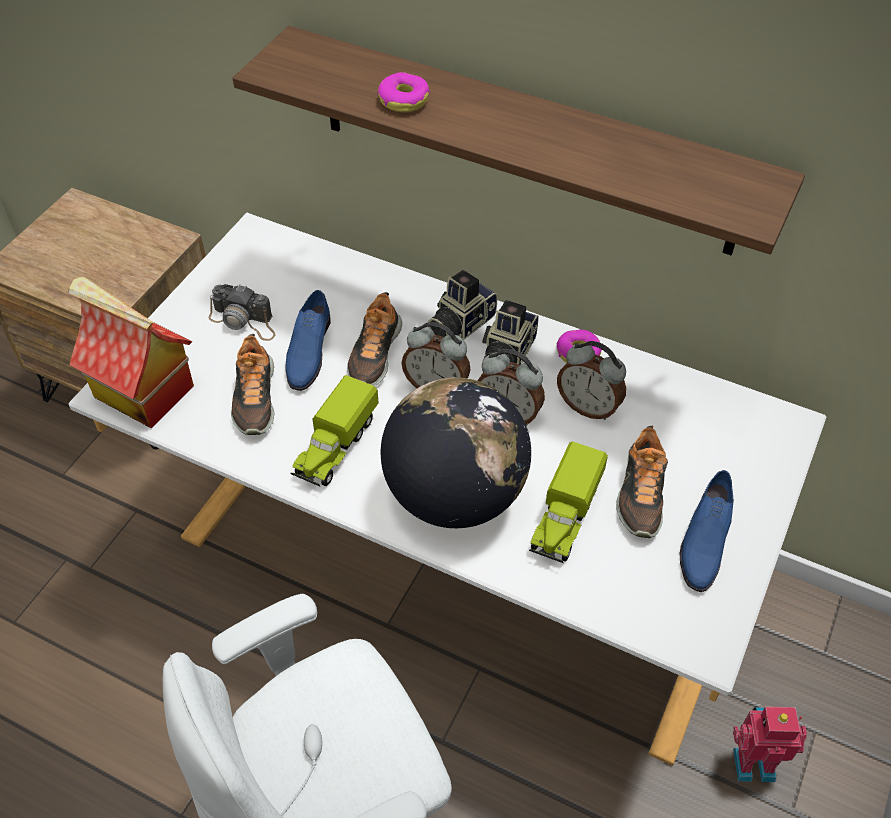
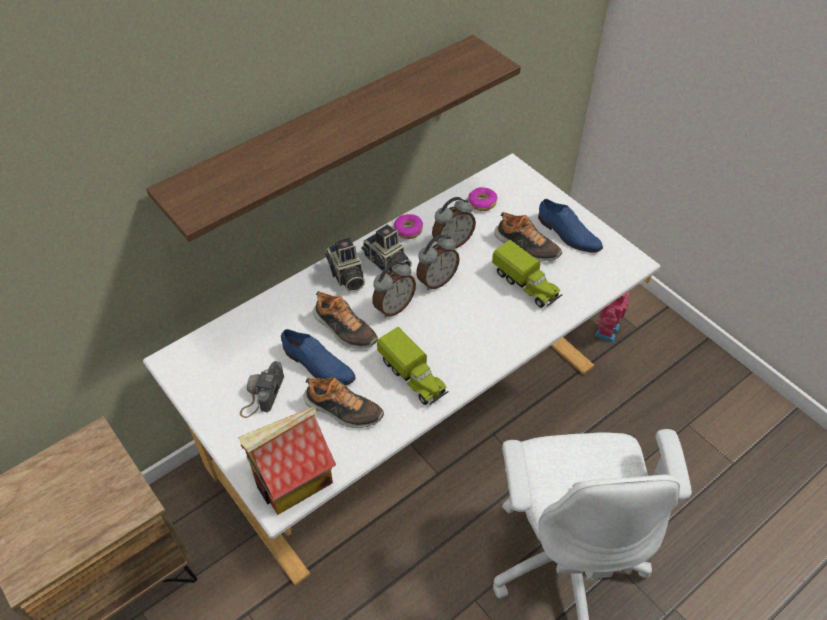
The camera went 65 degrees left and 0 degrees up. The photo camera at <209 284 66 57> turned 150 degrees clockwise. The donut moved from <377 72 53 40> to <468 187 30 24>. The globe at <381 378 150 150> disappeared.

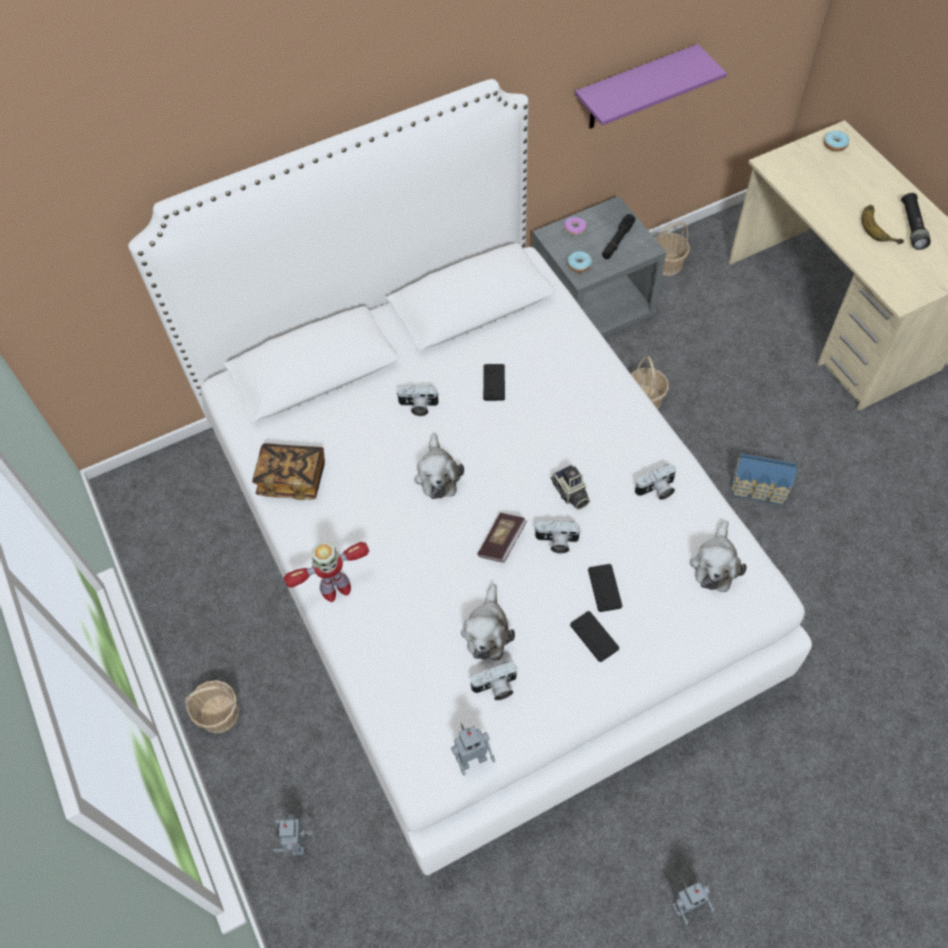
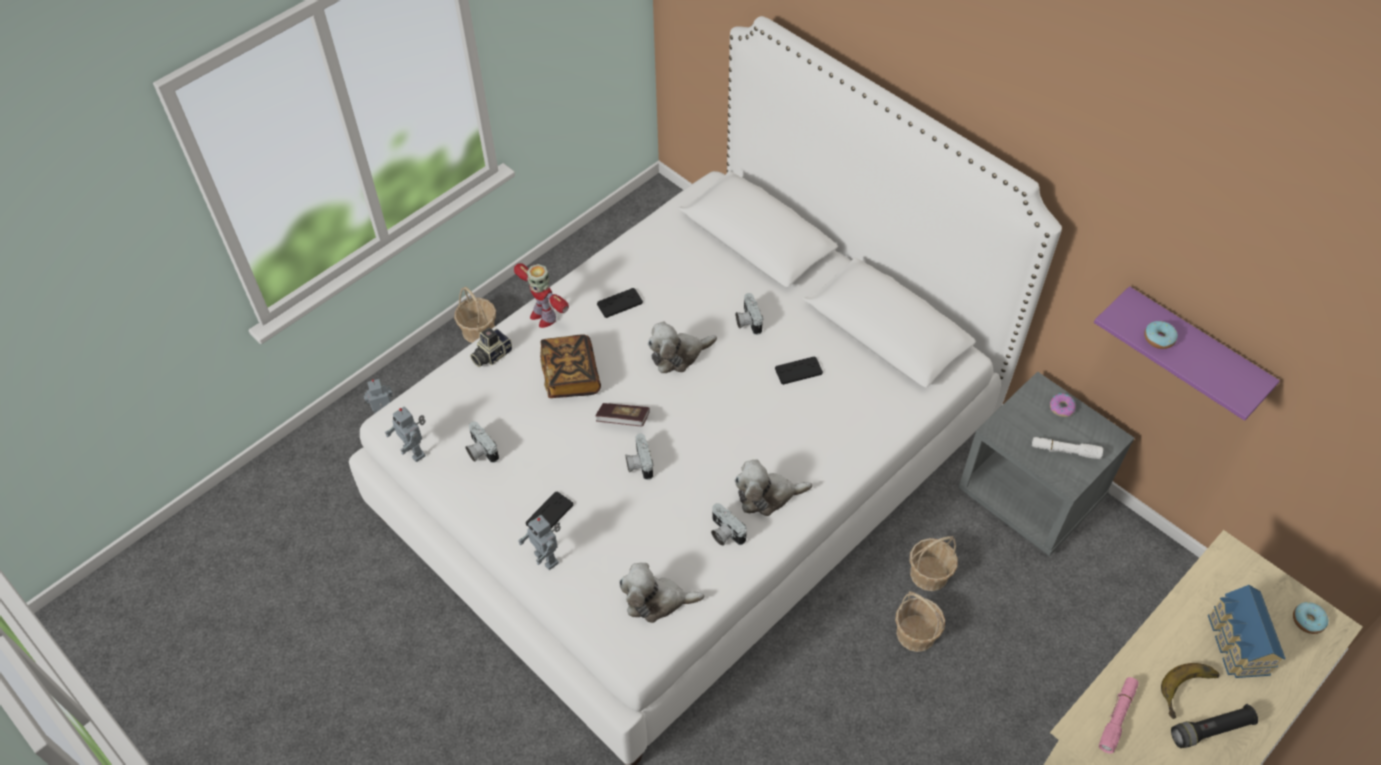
The camera went 70 degrees right and 5 degrees down. The photo camera moved from <551 465 39 45> to <470 327 42 40>. The toy robot moved from <672 876 42 49> to <518 515 43 55>. The book moved from <252 443 73 57> to <540 334 61 64>. The game controller in black moved from <588 564 34 48> to <597 288 46 30>. The plush toy moved from <461 584 54 76> to <735 459 77 57>. The basket moved from <655 222 35 54> to <895 591 50 61>. The flashlight in black at <602 214 33 45> became the flashlight in white at <1032 437 71 22>. The flashlight in pink at <1099 677 40 77> appeared. The donut moved from <567 251 25 22> to <1144 321 34 28>. The toy house moved from <731 453 66 52> to <1208 585 78 93>.

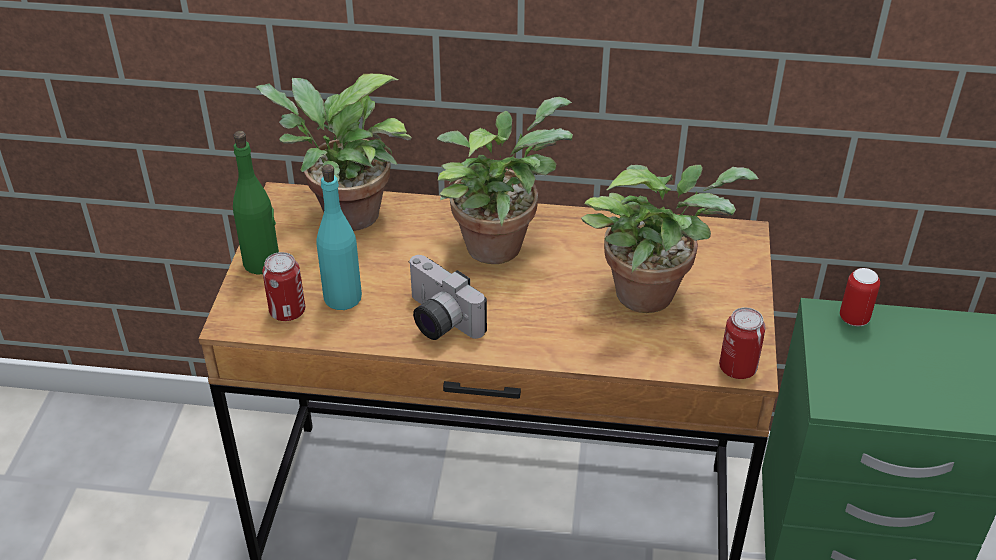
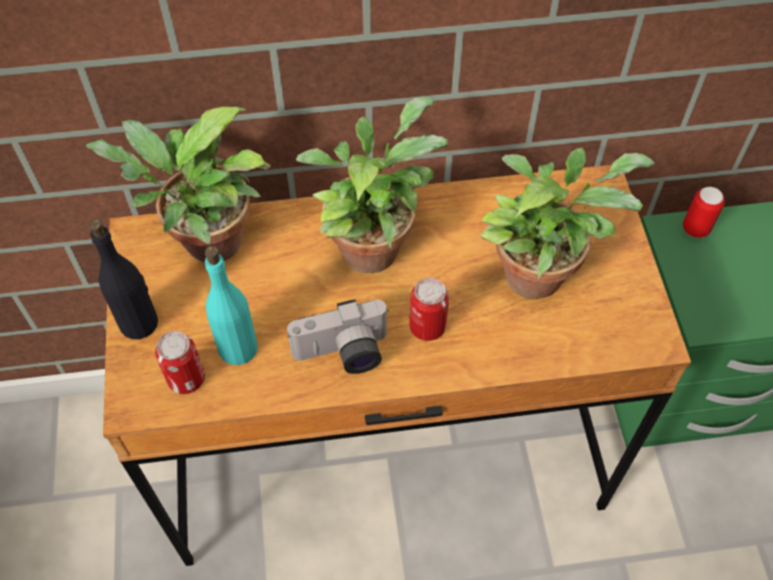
The camera went 15 degrees left and 15 degrees up. The bottle in green at <233 131 46 144> became the bottle in black at <88 219 70 120>. The photo camera at <408 255 79 85> turned 45 degrees counterclockwise. The can moved from <719 307 47 72> to <409 278 40 63>.

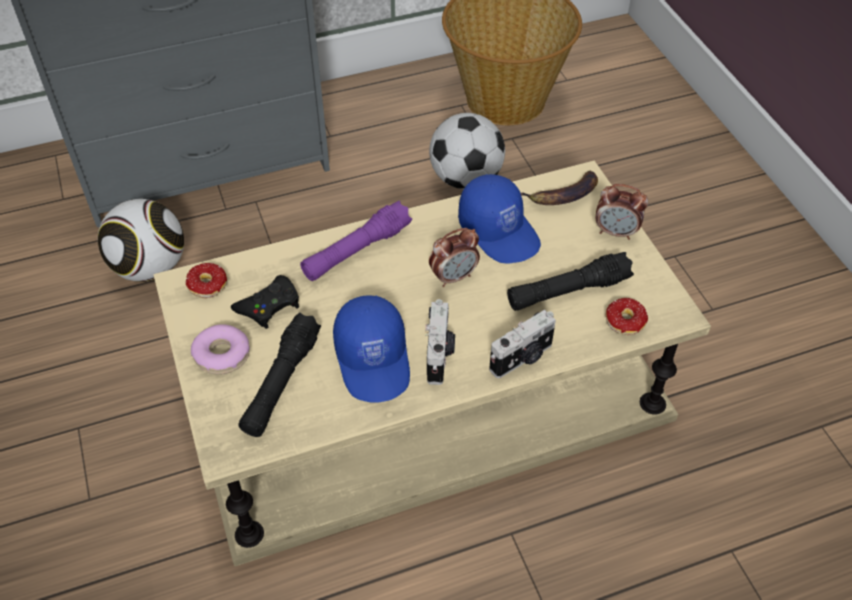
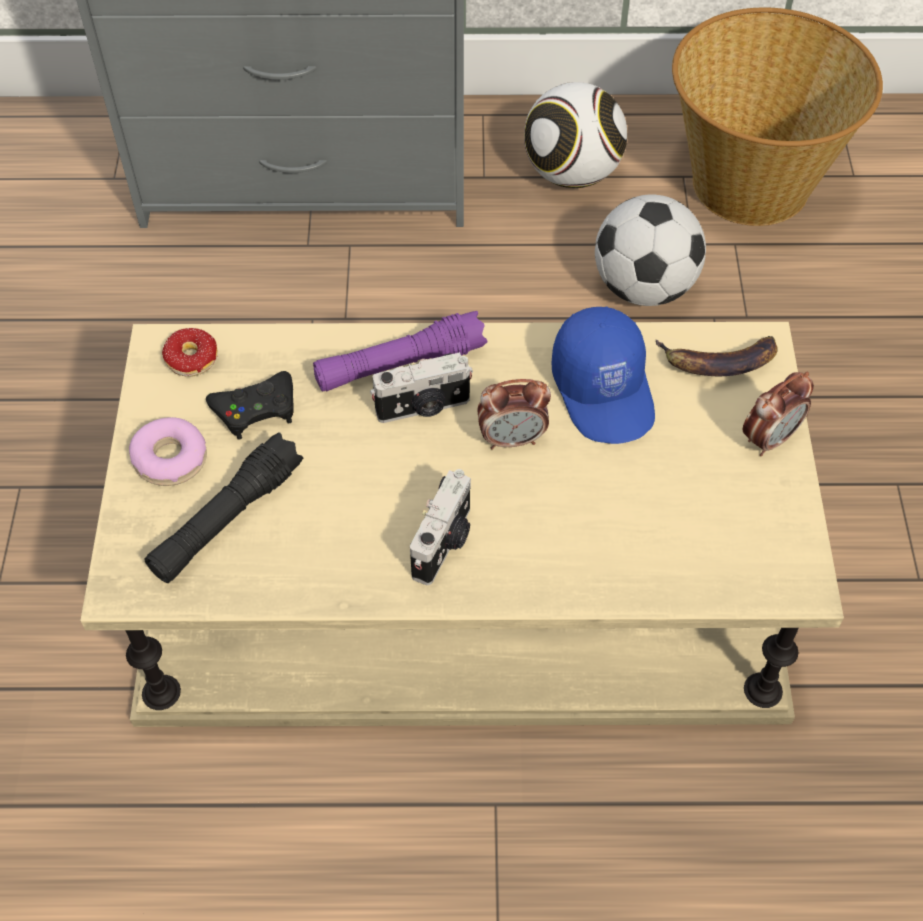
The camera went 20 degrees right and 5 degrees up. The photo camera moved from <489 310 67 68> to <370 352 103 71>. The football moved from <98 199 86 83> to <524 82 103 106>. The alarm clock at <596 184 52 56> turned 75 degrees counterclockwise. The cap in blue at <333 295 77 108> disappeared. The flashlight in black at <507 252 127 59> disappeared. The donut at <606 298 64 37> disappeared.

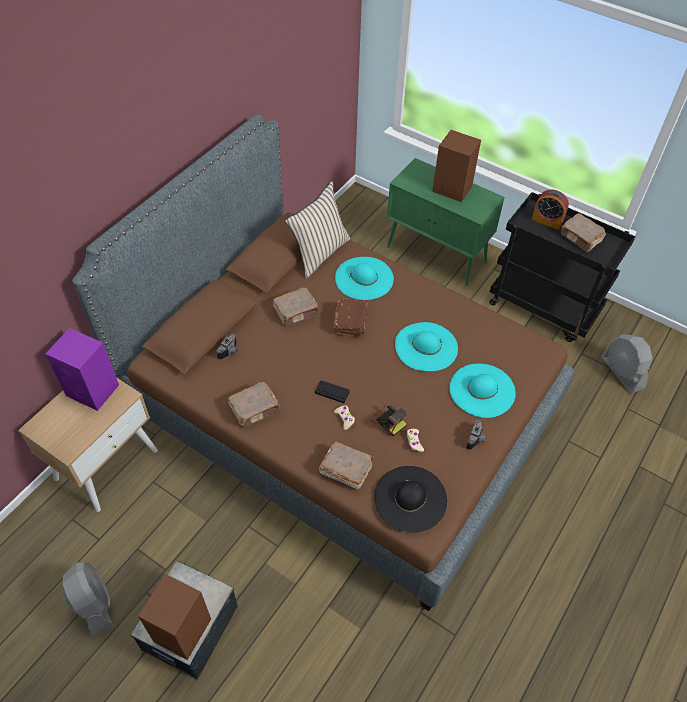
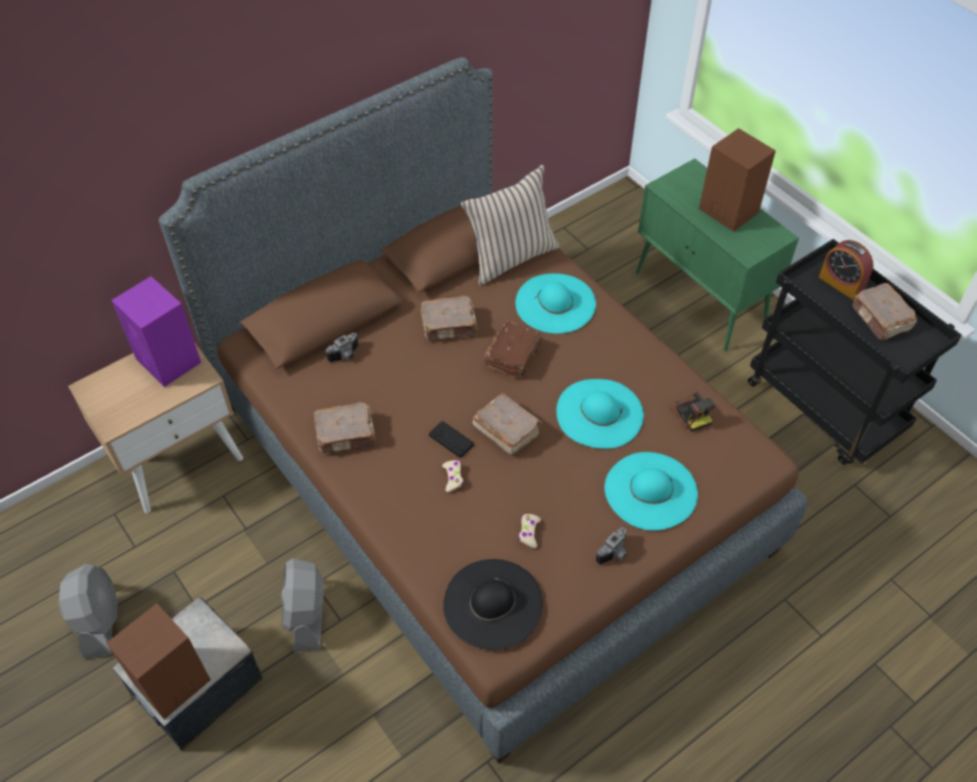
The camera went 20 degrees right and 0 degrees up. The fan in grey moved from <602 334 51 60> to <281 558 43 94>. The book in brown moved from <319 441 55 48> to <473 393 69 61>. The photo camera moved from <371 404 36 33> to <669 391 46 41>.

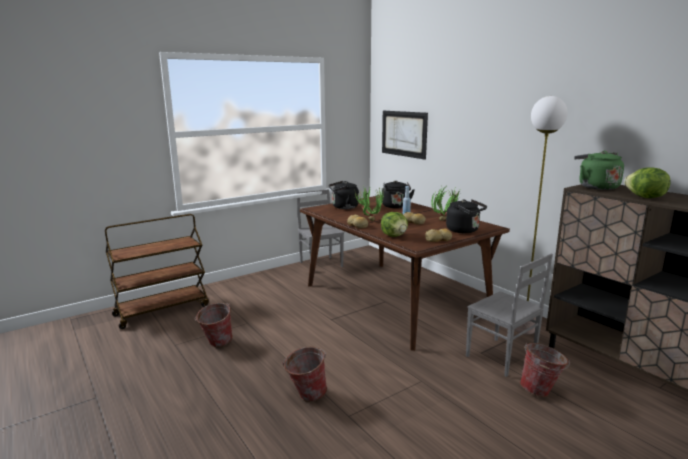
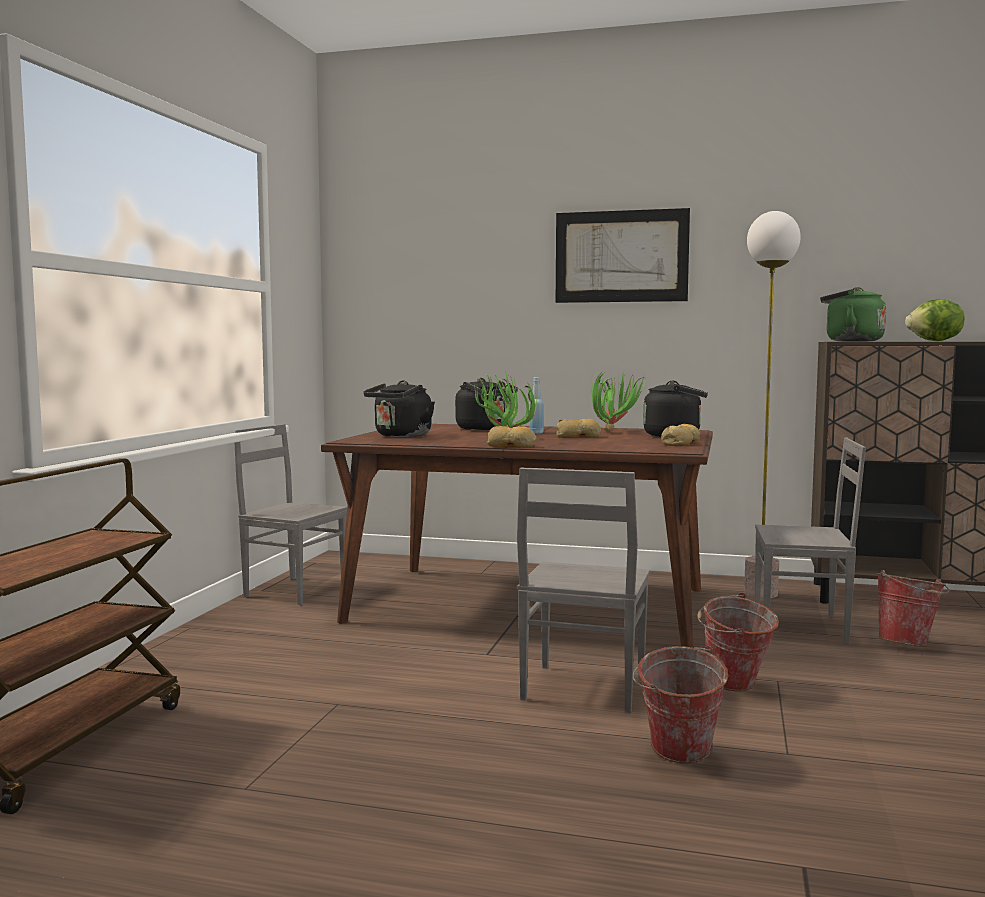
The camera went 40 degrees left and 10 degrees down. The chair in grey at <517 467 133 246> appeared. The picture moved from <382 111 46 49> to <556 208 134 95>. The bucket moved from <195 303 38 44> to <697 592 82 99>. The lettuce at <381 212 27 25> disappeared.

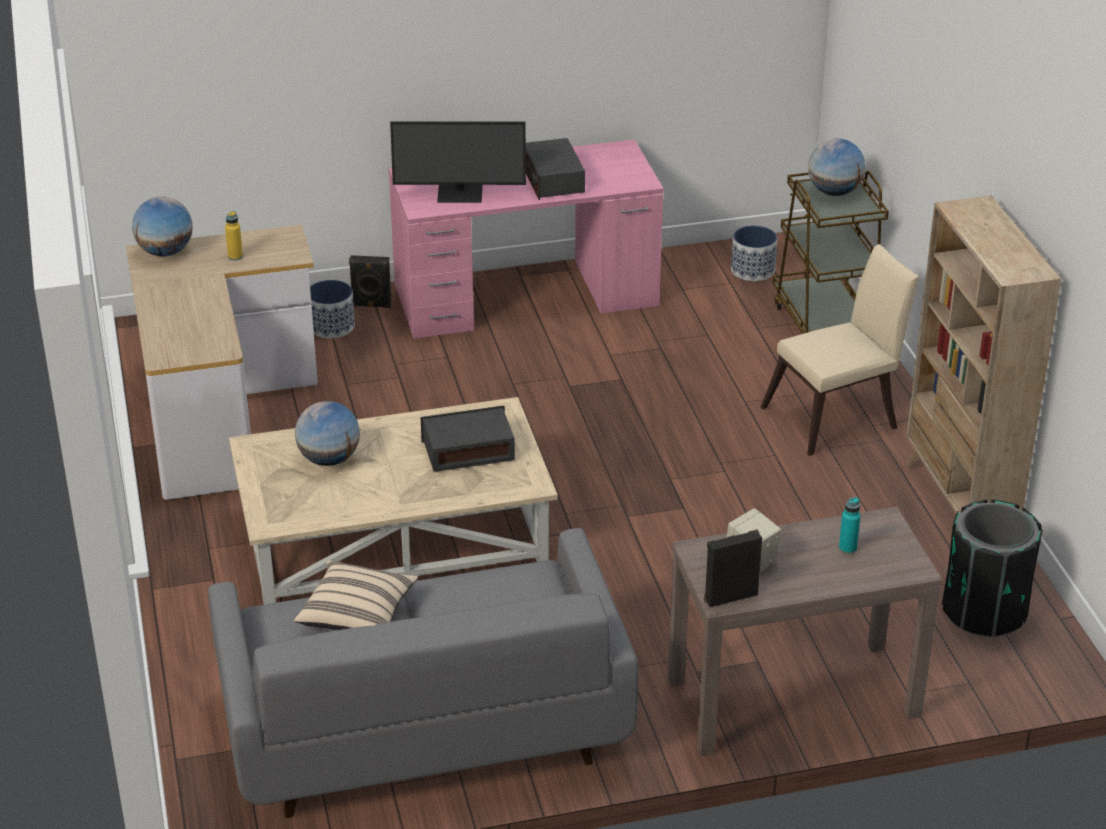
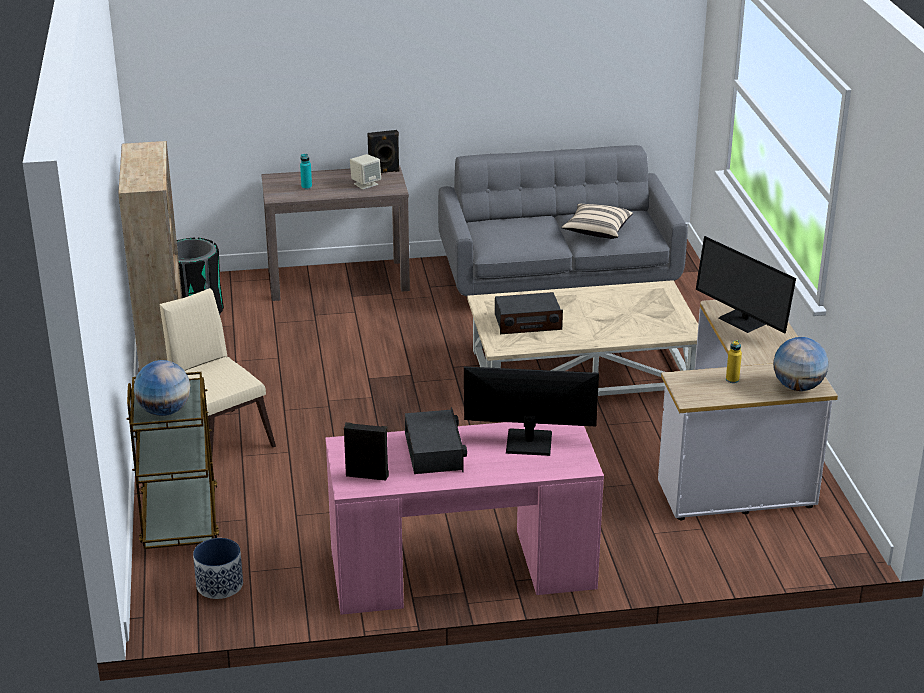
The camera went 175 degrees left and 5 degrees down. The chair in beige at <760 244 159 212> turned 75 degrees clockwise. The speaker in black moved from <349 255 43 53> to <344 422 45 59>. The monitor at <696 236 100 98> appeared. The globe at <295 401 65 65> disappeared. The planter at <310 280 45 58> disappeared.

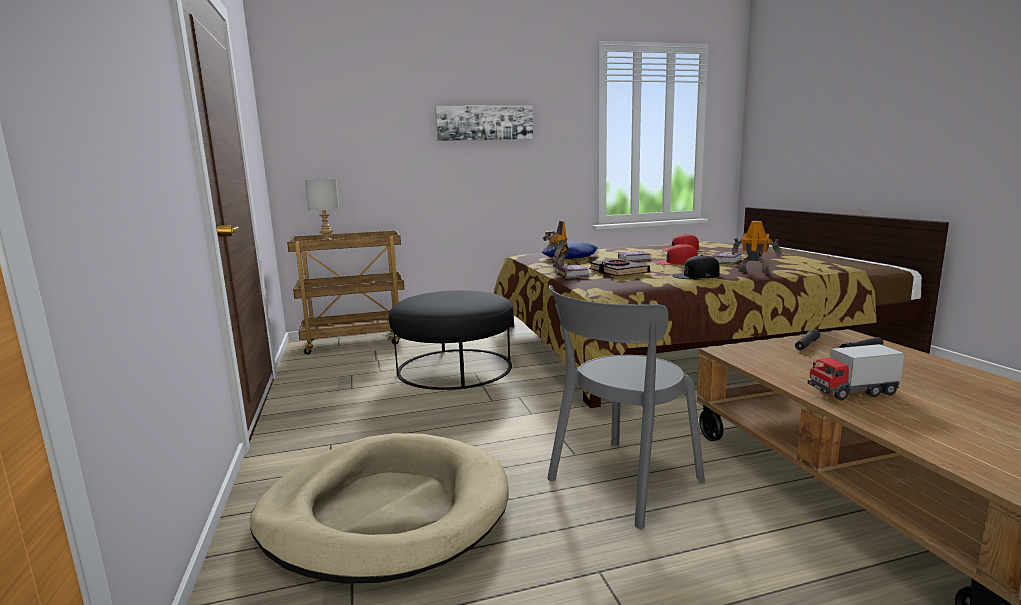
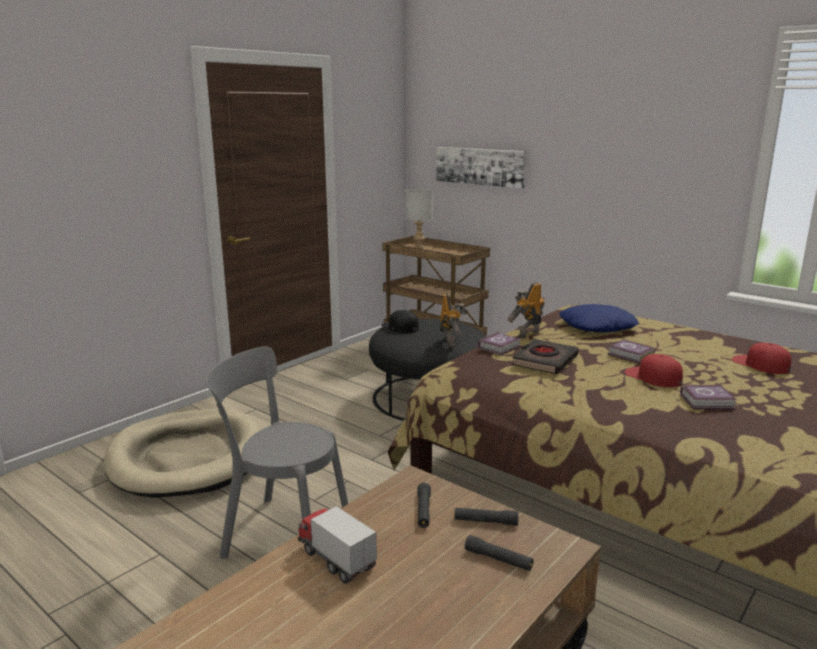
The camera went 55 degrees right and 5 degrees up. The cap in black moved from <672 255 48 24> to <381 310 38 23>. The flashlight in black at <417 483 14 45> appeared. The picture moved from <435 106 98 35> to <436 147 90 42>. The toy robot moved from <731 221 50 53> to <440 293 28 54>.

